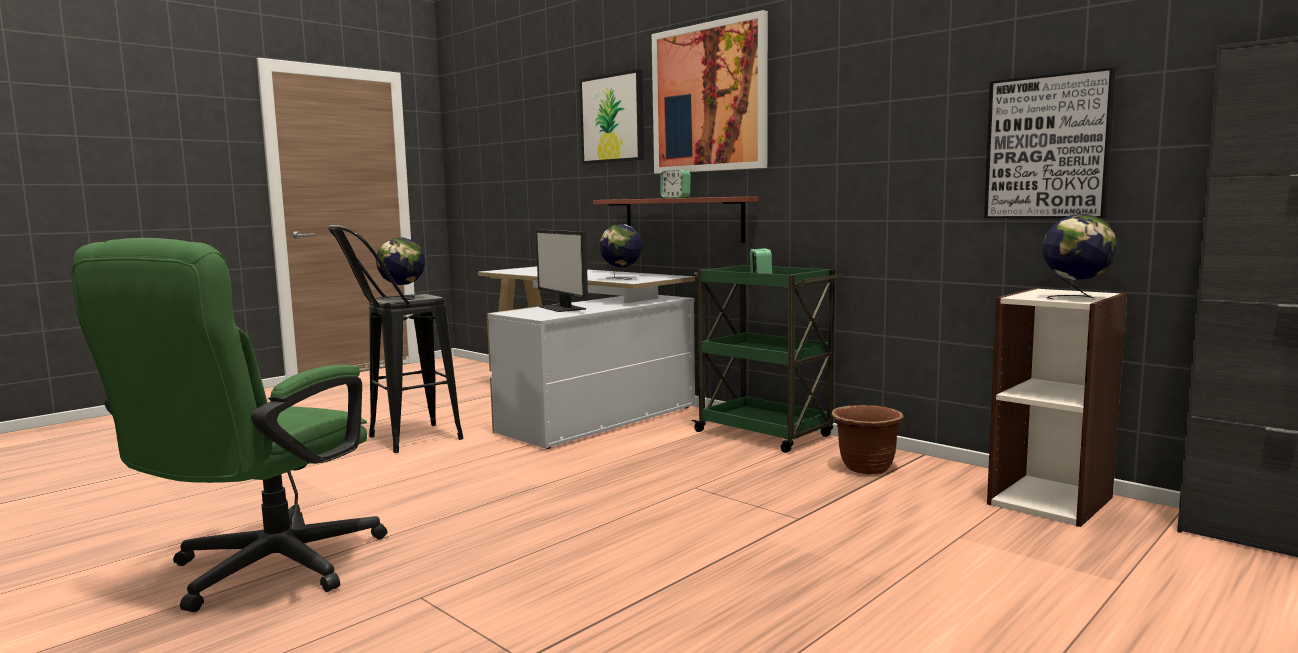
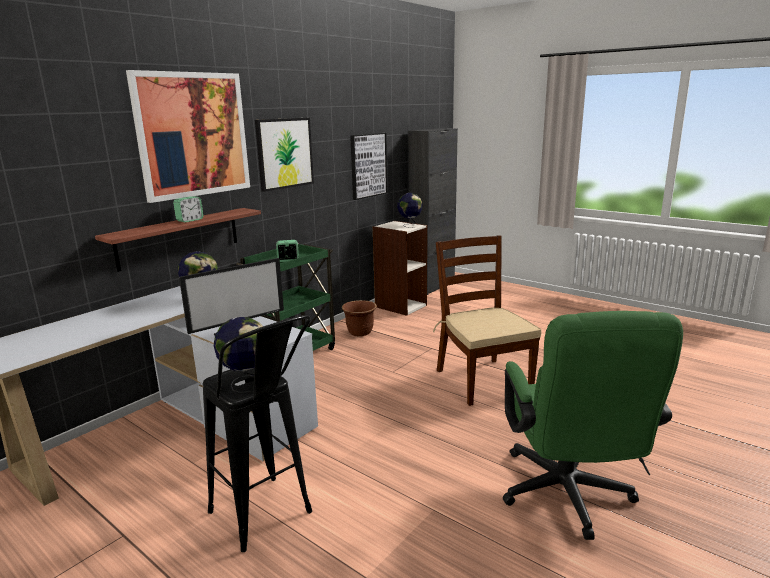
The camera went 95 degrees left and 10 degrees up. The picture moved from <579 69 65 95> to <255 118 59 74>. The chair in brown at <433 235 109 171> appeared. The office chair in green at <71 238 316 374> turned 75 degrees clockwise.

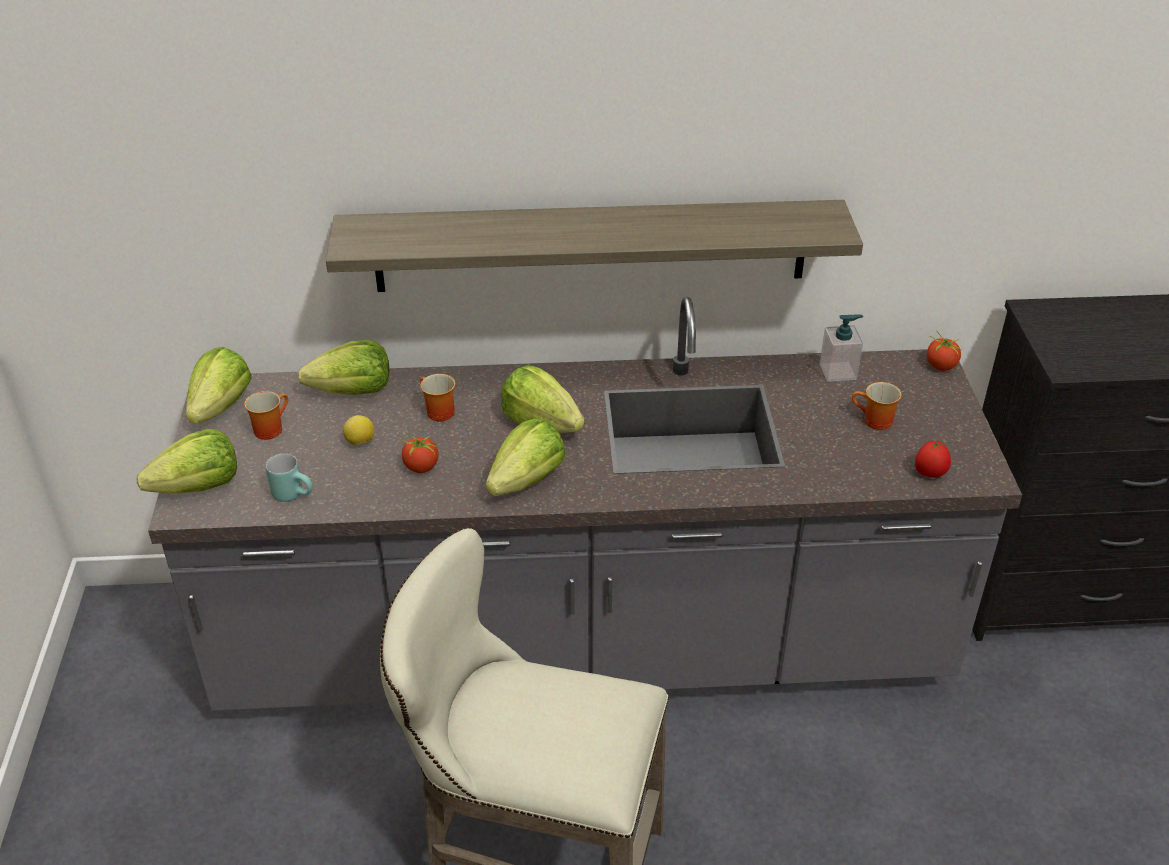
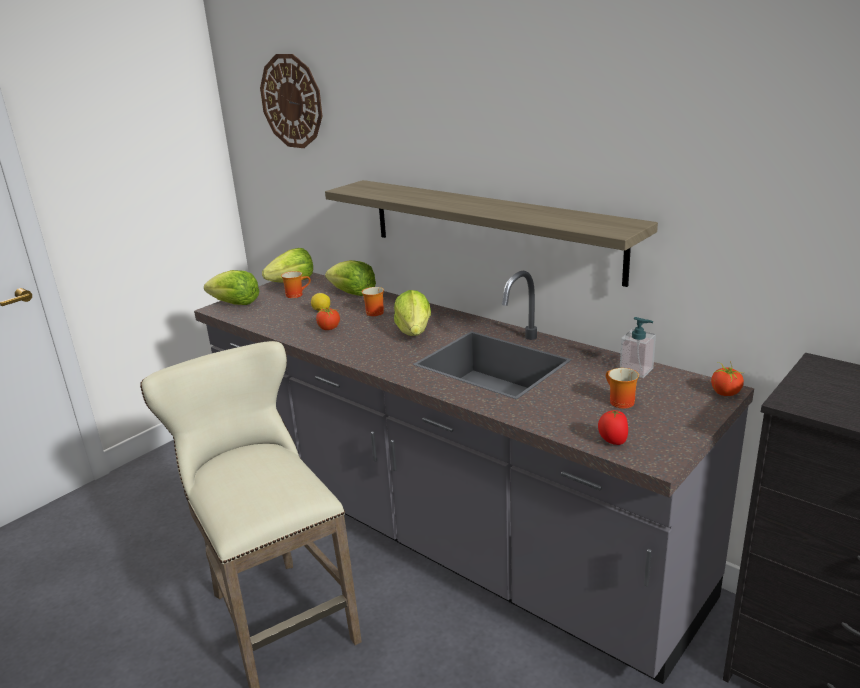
The camera went 45 degrees right and 15 degrees down. The wall clock at <260 54 63 94> appeared. The mug in turquoise at <266 454 47 48> disappeared. The lettuce at <486 419 79 77> disappeared.

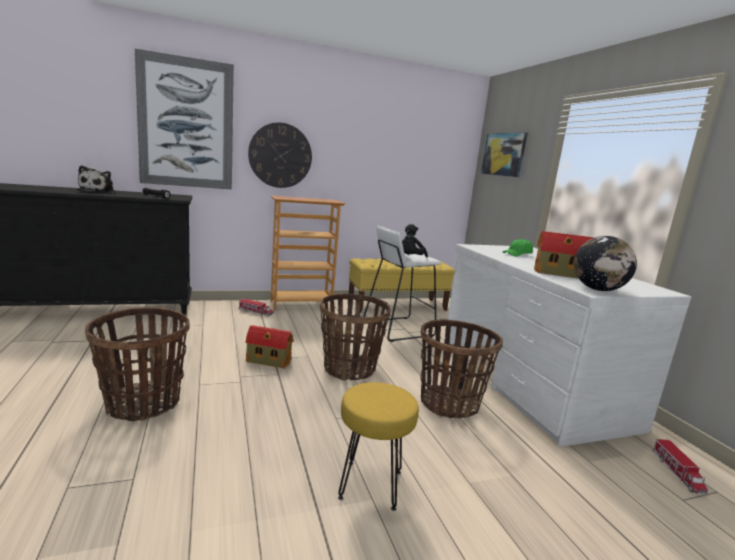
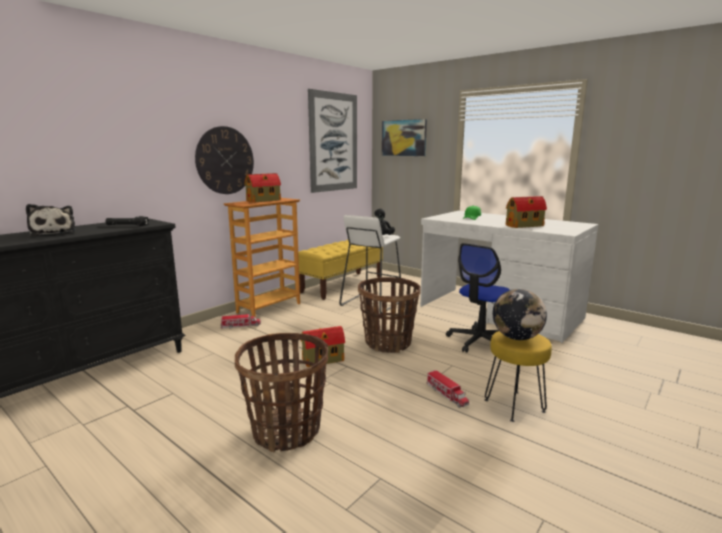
The camera went 30 degrees left and 0 degrees up. The toy house at <244 173 37 30> appeared. The picture moved from <135 49 99 141> to <308 89 49 104>. The toy truck moved from <652 439 56 56> to <427 370 42 38>. The basket at <421 319 82 100> was replaced by the office chair at <446 243 64 110>. The globe moved from <574 236 63 55> to <492 289 55 51>.

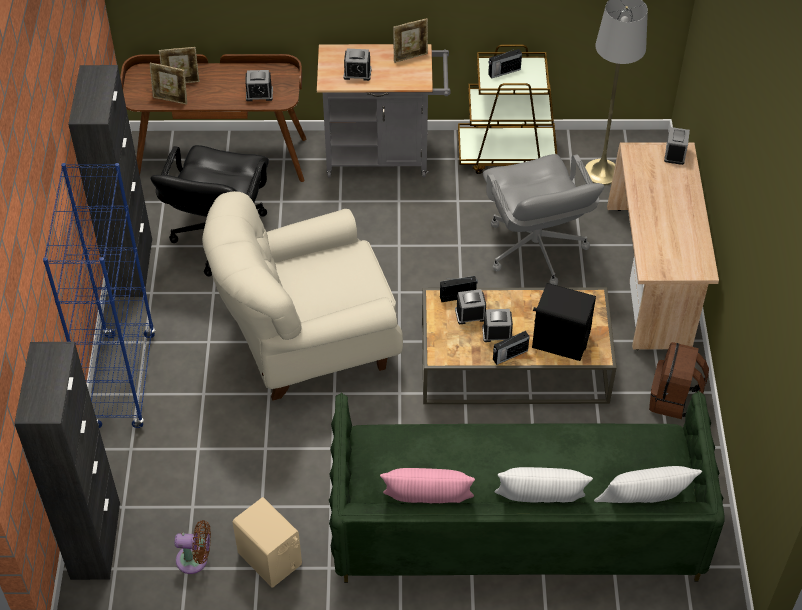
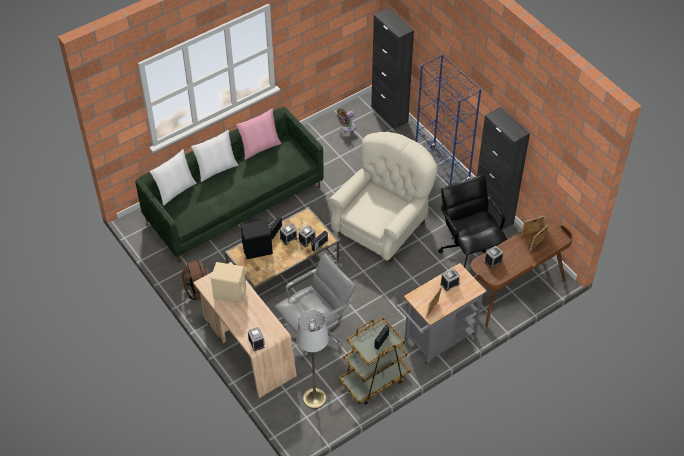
The camera went 145 degrees right and 0 degrees up. The speaker in beige moved from <232 497 70 90> to <209 262 37 41>. The office chair in grey at <483 154 121 131> turned 105 degrees clockwise.

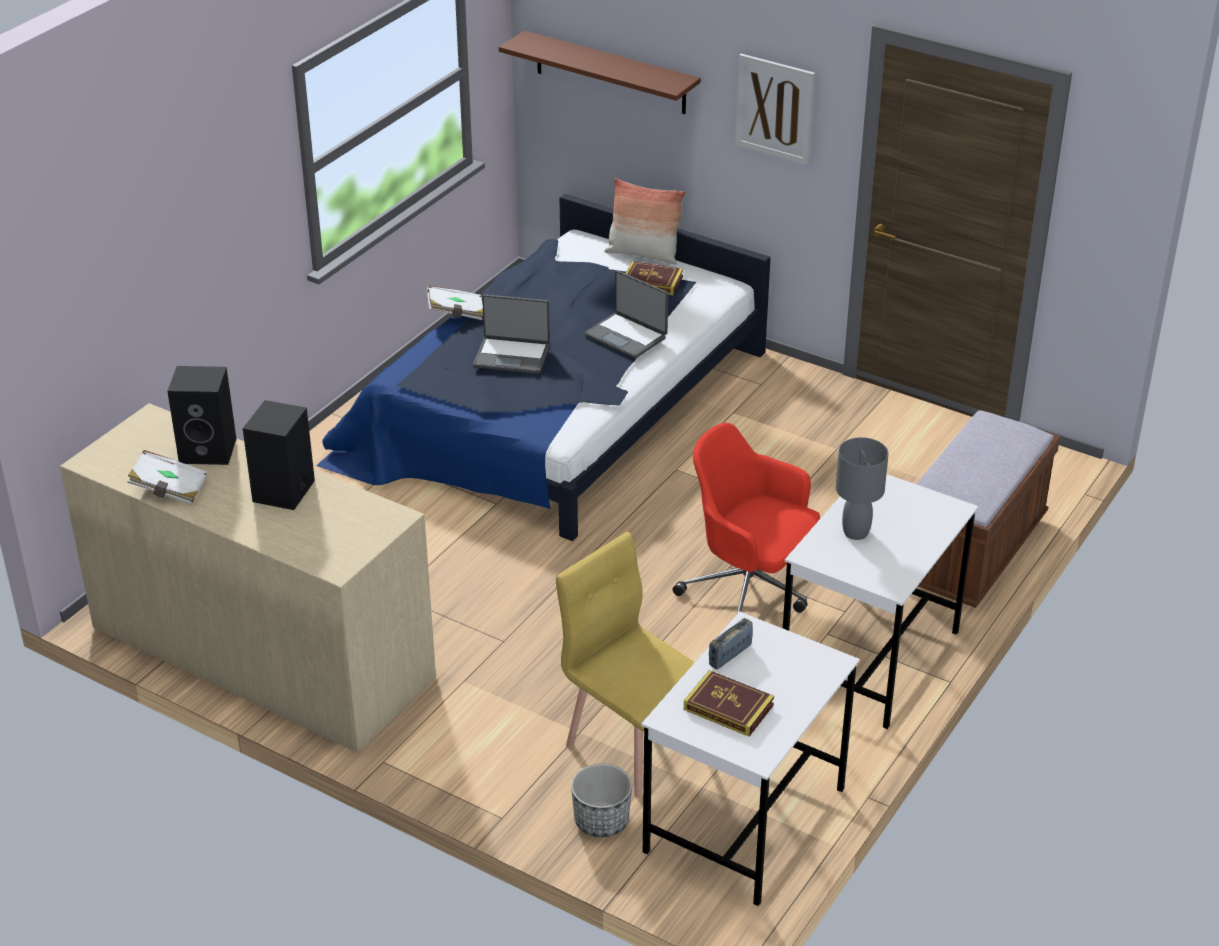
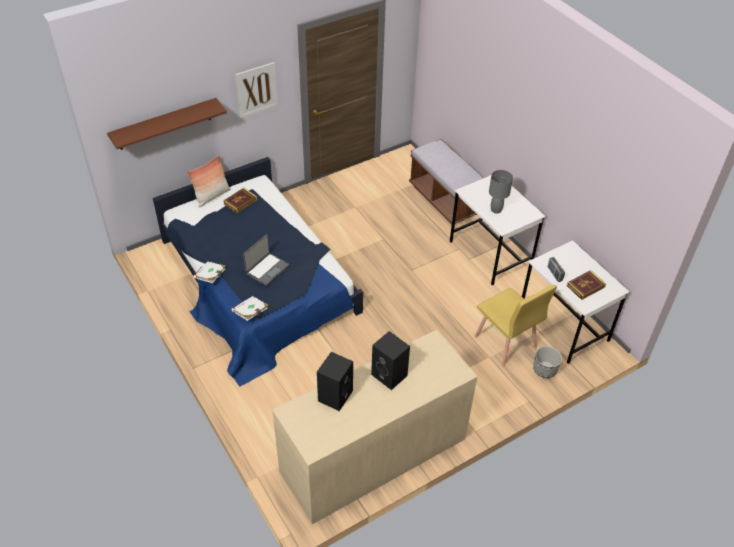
The camera went 65 degrees left and 10 degrees up. The book in white moved from <127 450 80 55> to <232 296 36 25>. The chair in yellow at <556 532 139 265> turned 105 degrees counterclockwise. The laptop at <584 270 84 89> disappeared. The office chair in red at <673 423 147 191> disappeared.

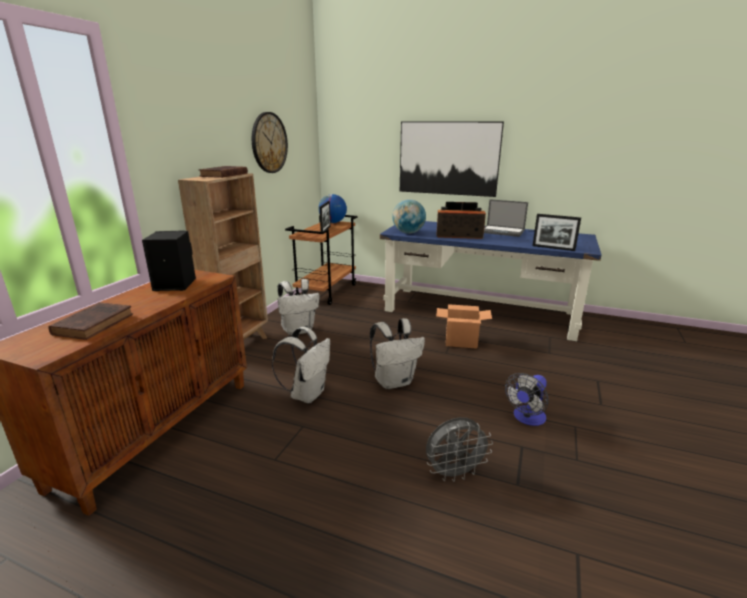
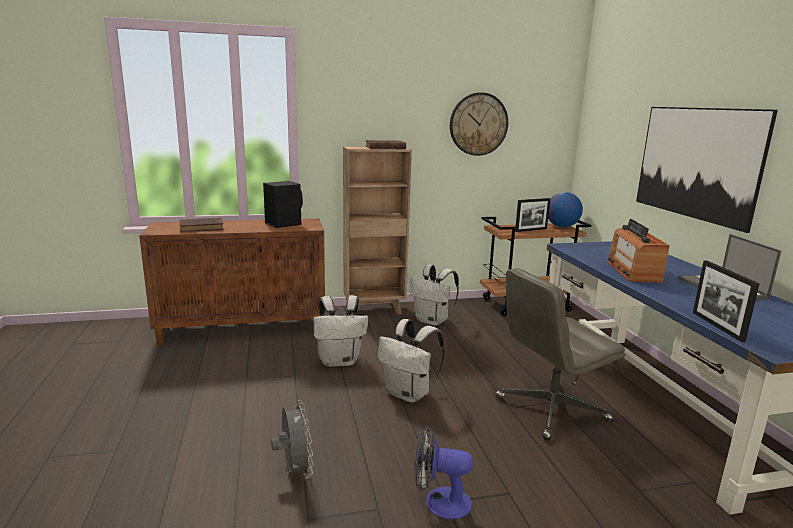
The camera went 55 degrees right and 5 degrees down. The fan in grey at <426 417 67 65> turned 150 degrees counterclockwise. The cardboard box at <436 304 56 45> was replaced by the office chair in grey at <495 268 131 173>. The radio at <437 202 49 37> turned 150 degrees counterclockwise. The globe at <392 199 34 35> disappeared.

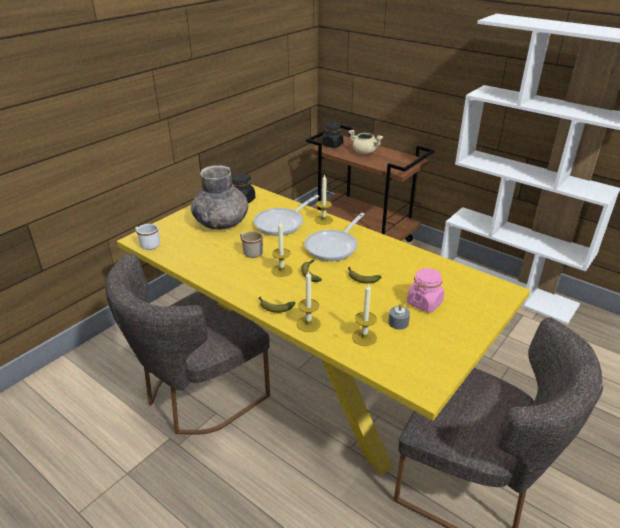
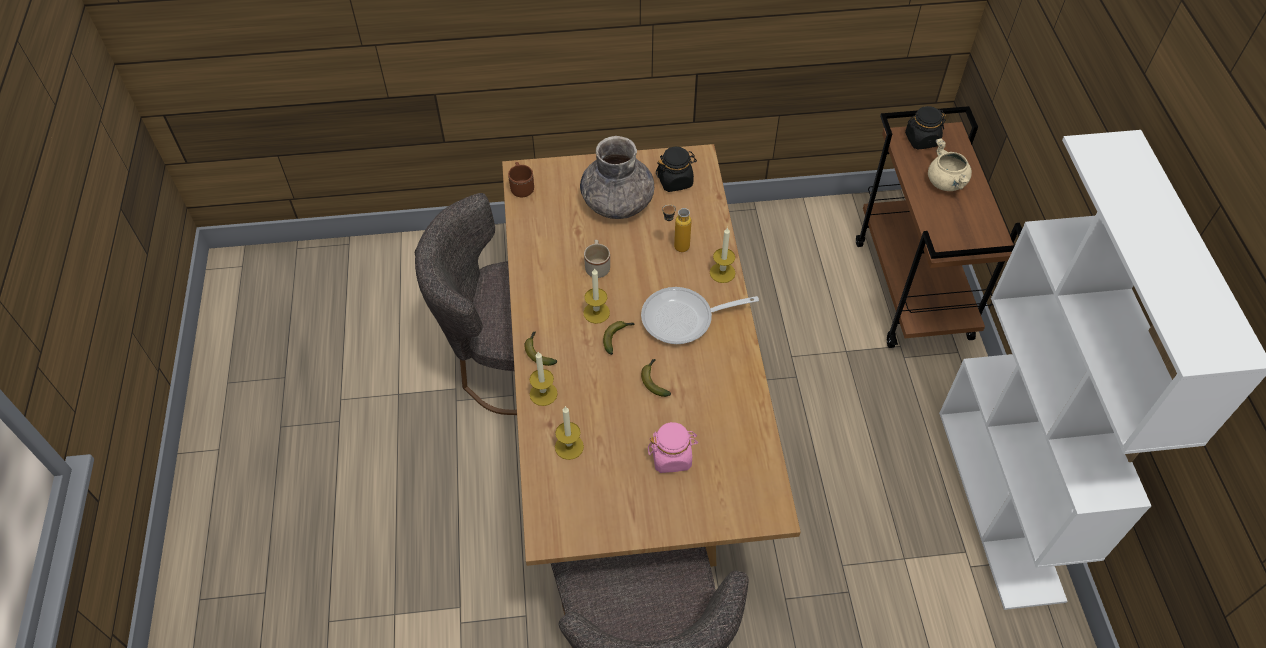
The camera went 45 degrees right and 20 degrees up. The dining table in yellow at <117 184 413 291> became the dining table in brown at <502 144 299 423>. The mug in white at <135 224 25 26> became the mug in brown at <508 162 26 35>. The frying pan at <254 195 65 41> was replaced by the bottle at <662 204 29 48>. The candle in grey at <388 304 22 26> disappeared.

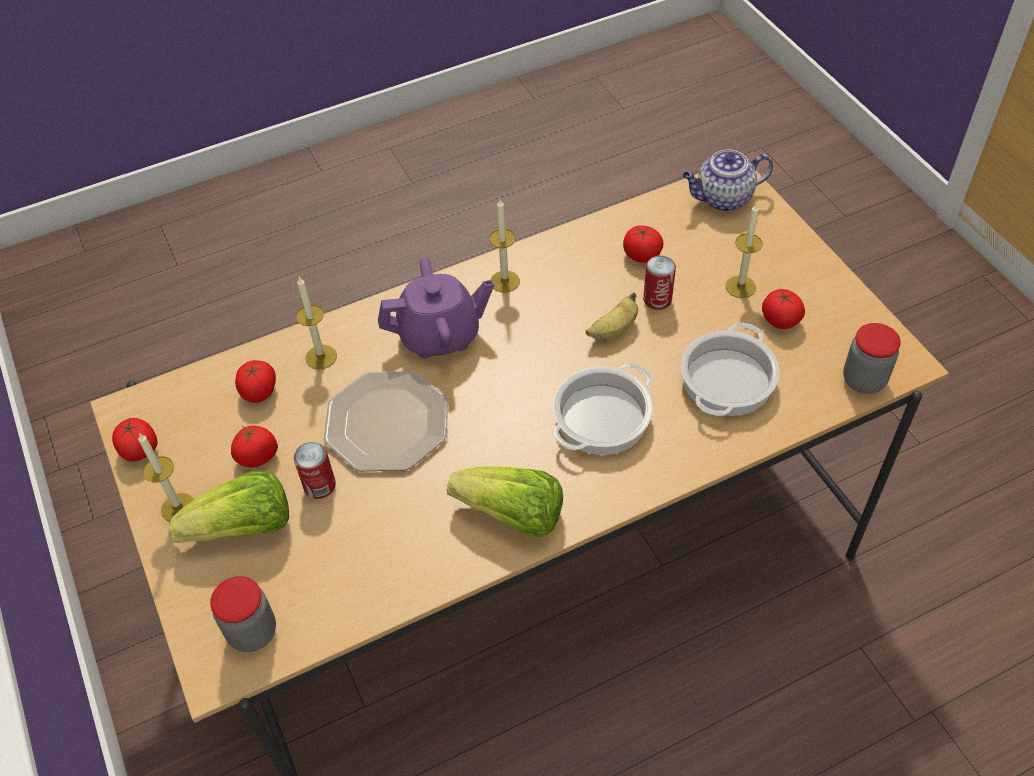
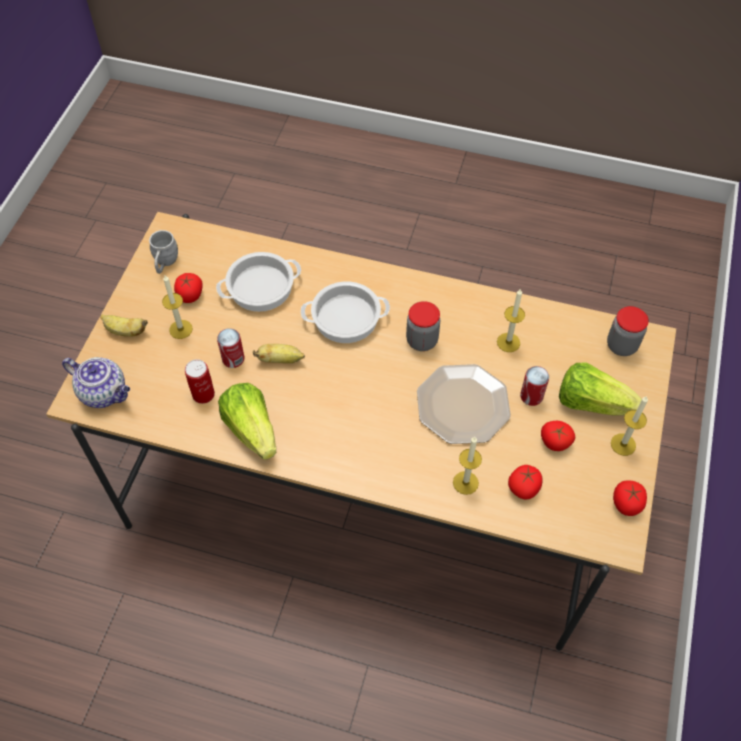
The camera went 140 degrees left and 5 degrees up. The banana at <100 314 48 23> appeared. The mug in grey at <149 230 29 44> appeared. The tomato at <623 225 41 38> was replaced by the can at <185 359 30 45>. The lettuce moved from <447 466 116 71> to <218 383 59 77>. The jar moved from <843 323 58 71> to <406 301 34 50>. The candle moved from <489 199 31 94> to <497 288 28 64>. The teapot in purple at <378 257 116 102> disappeared.

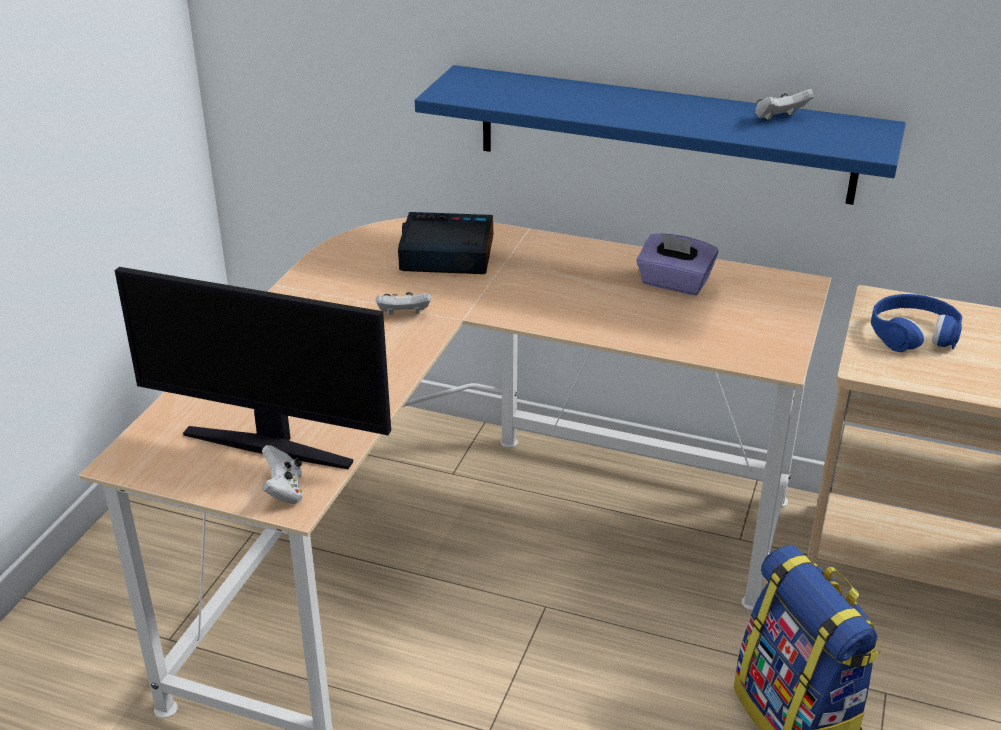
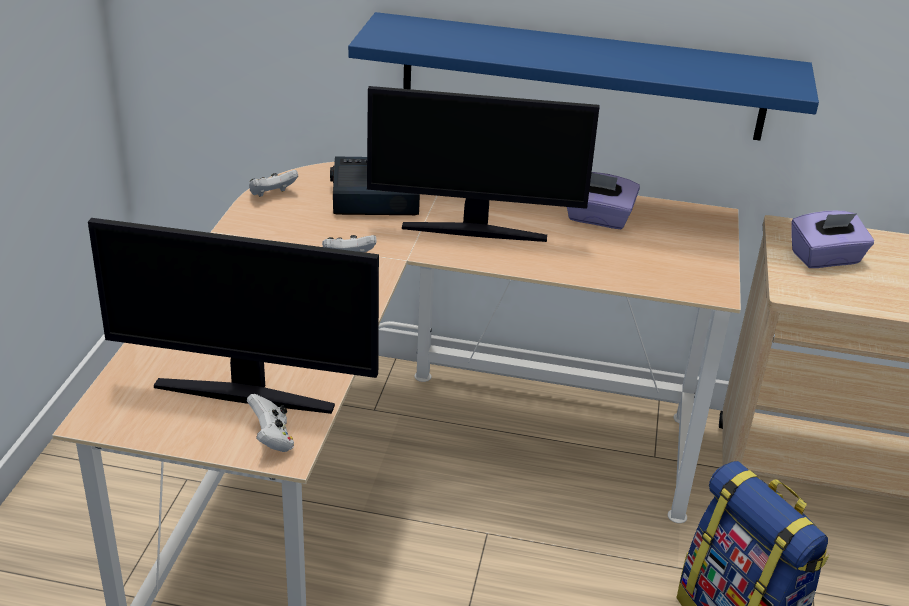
The camera went 10 degrees left and 0 degrees up. The game controller in white moved from <755 89 59 32> to <249 170 49 27>. The monitor at <367 86 232 156> appeared. The headphones in blue at <871 294 91 58> was replaced by the tissue box in purple at <791 211 83 57>.

